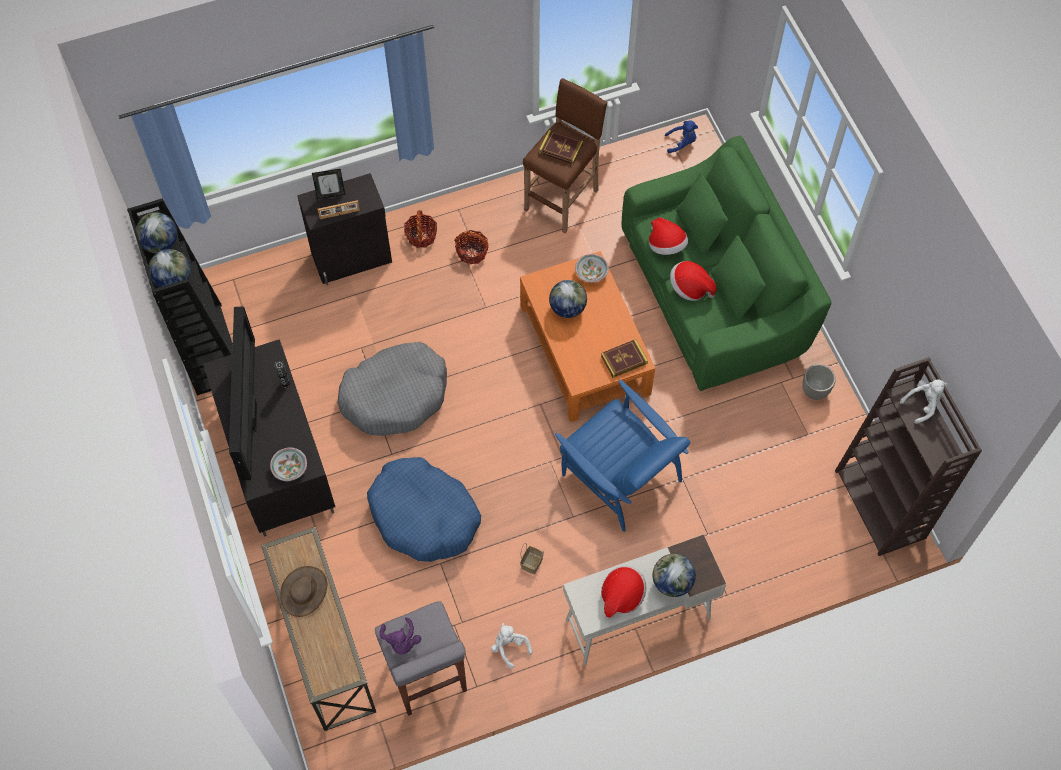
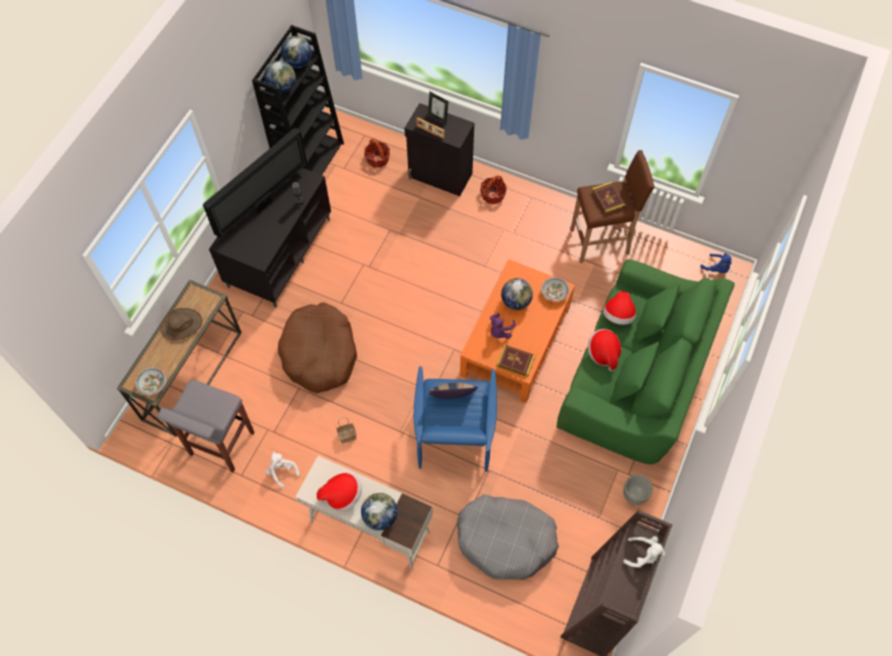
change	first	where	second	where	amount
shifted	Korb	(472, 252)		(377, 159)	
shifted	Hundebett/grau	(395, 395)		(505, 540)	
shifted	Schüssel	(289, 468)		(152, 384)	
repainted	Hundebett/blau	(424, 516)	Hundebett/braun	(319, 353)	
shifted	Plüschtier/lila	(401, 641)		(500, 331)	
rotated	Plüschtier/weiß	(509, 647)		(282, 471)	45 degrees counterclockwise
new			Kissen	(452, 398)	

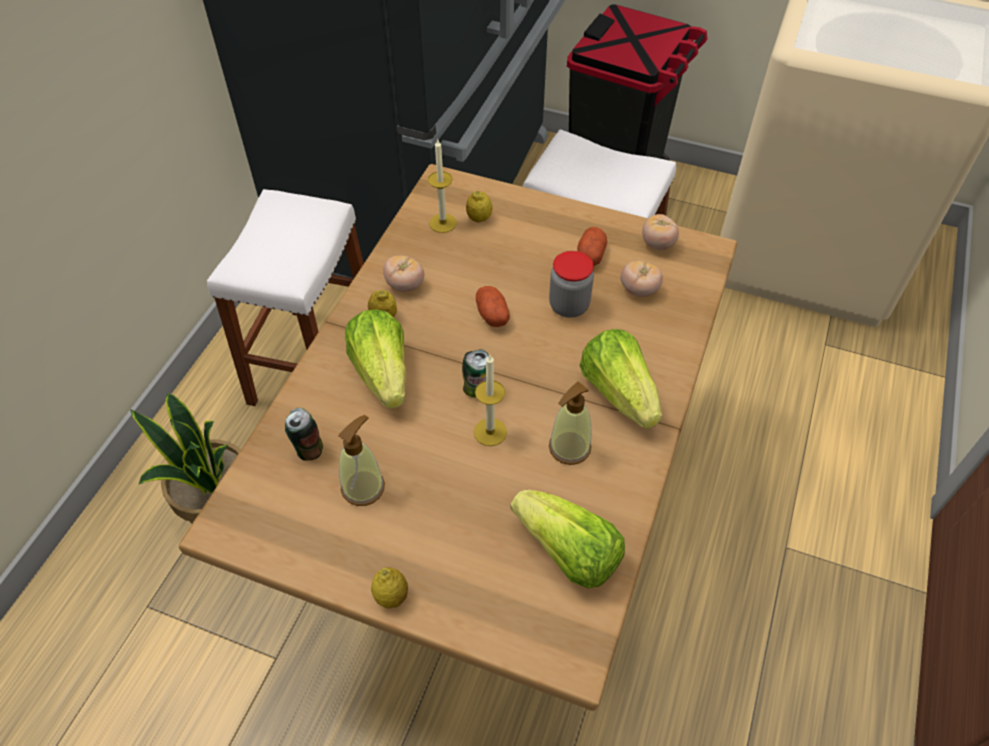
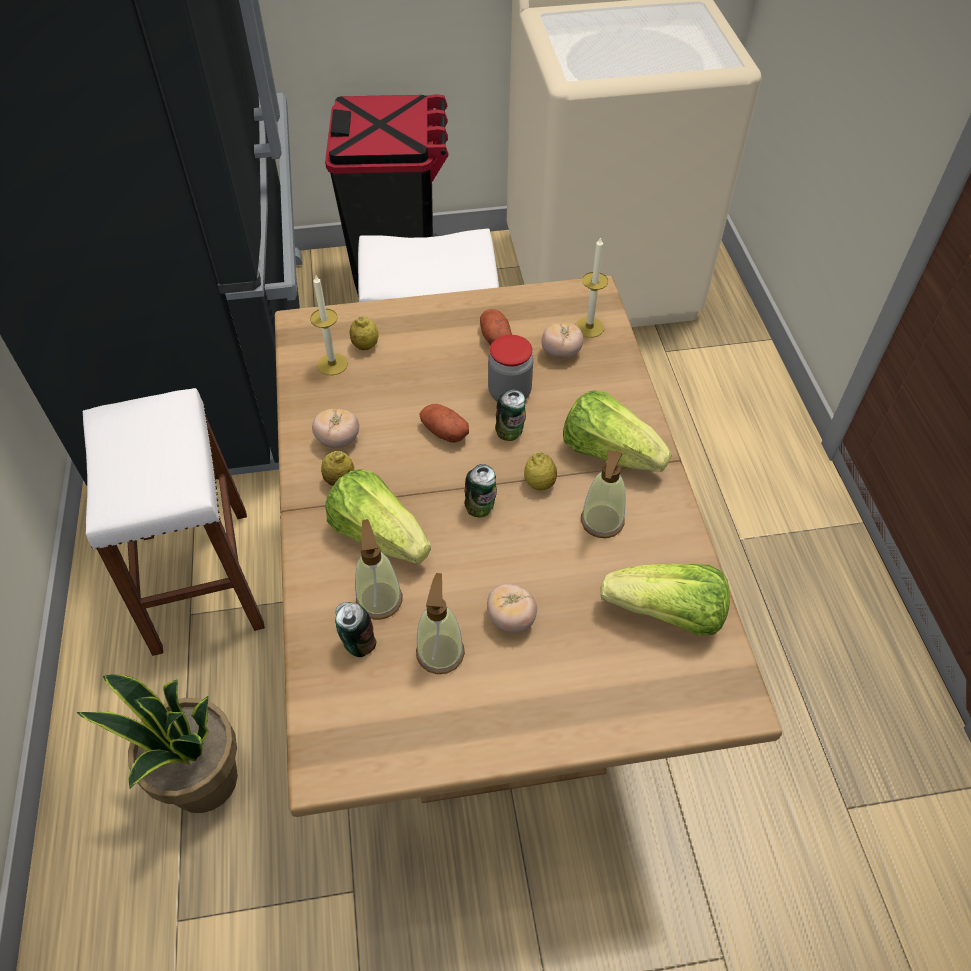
change	first	where	second	where	amount
shifted	Tomate	(658, 244)		(511, 619)	
shifted	Kerze	(490, 432)		(589, 327)	
shifted	Zitrone	(391, 596)		(539, 483)	
new			Dose	(510, 433)	
new			Seifenspender	(379, 599)	

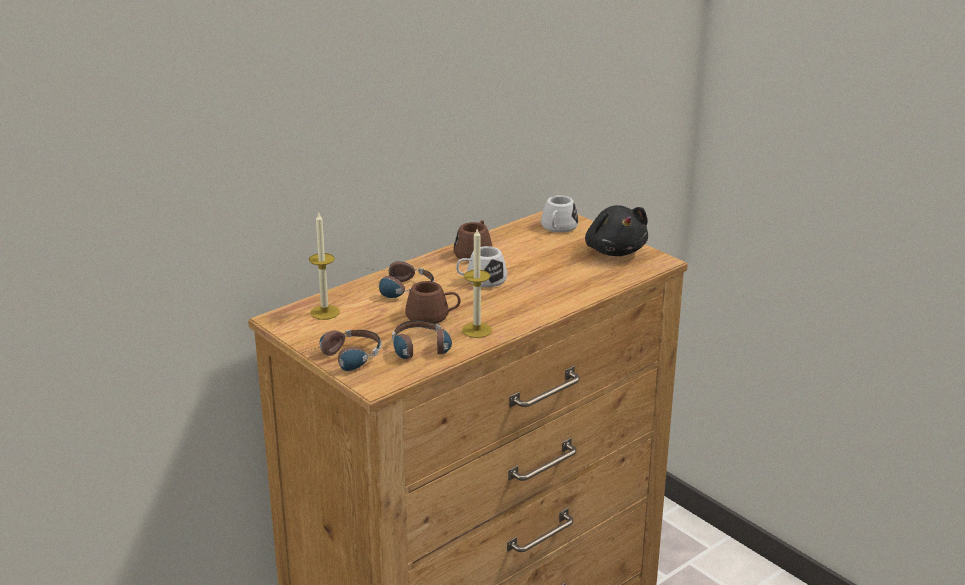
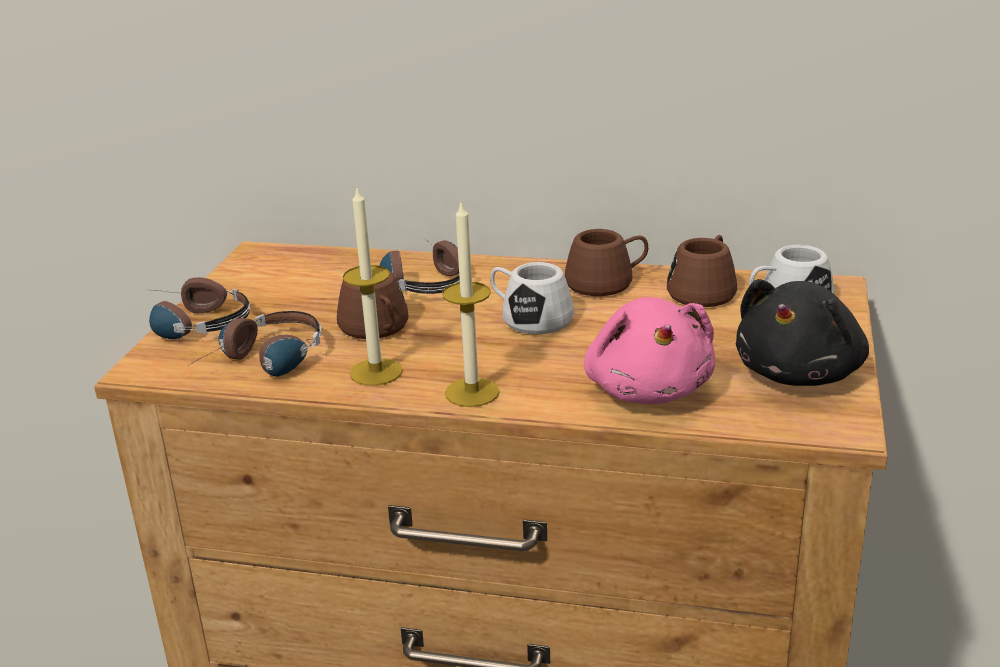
change	first	where	second	where	amount
shifted	Kerze	(325, 312)		(472, 392)	
new			Henkelbecher/braun	(704, 290)	
new			Plüschtier/rosa	(648, 388)	

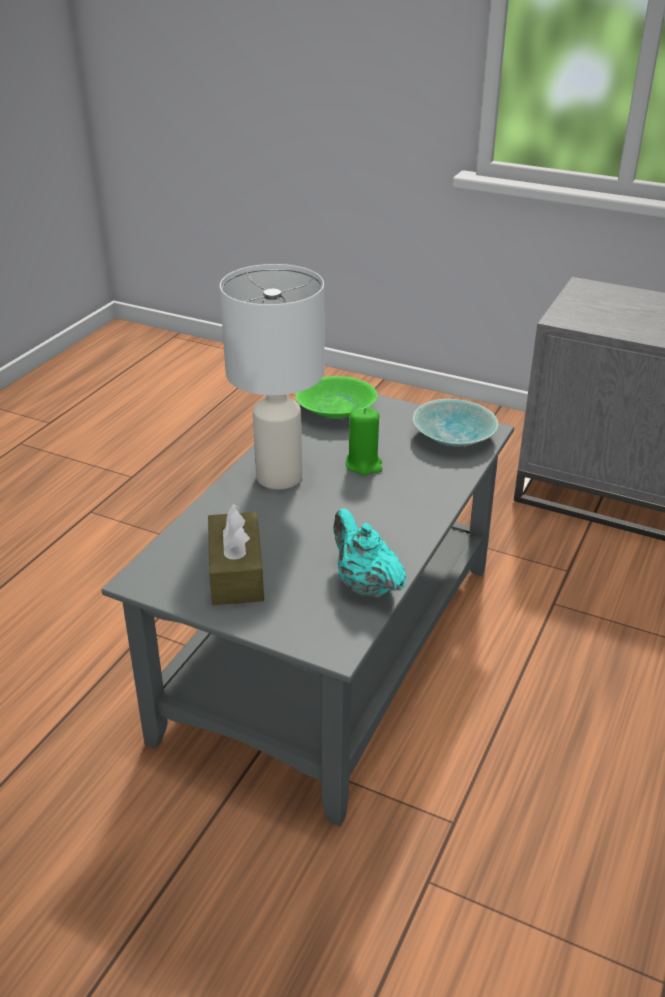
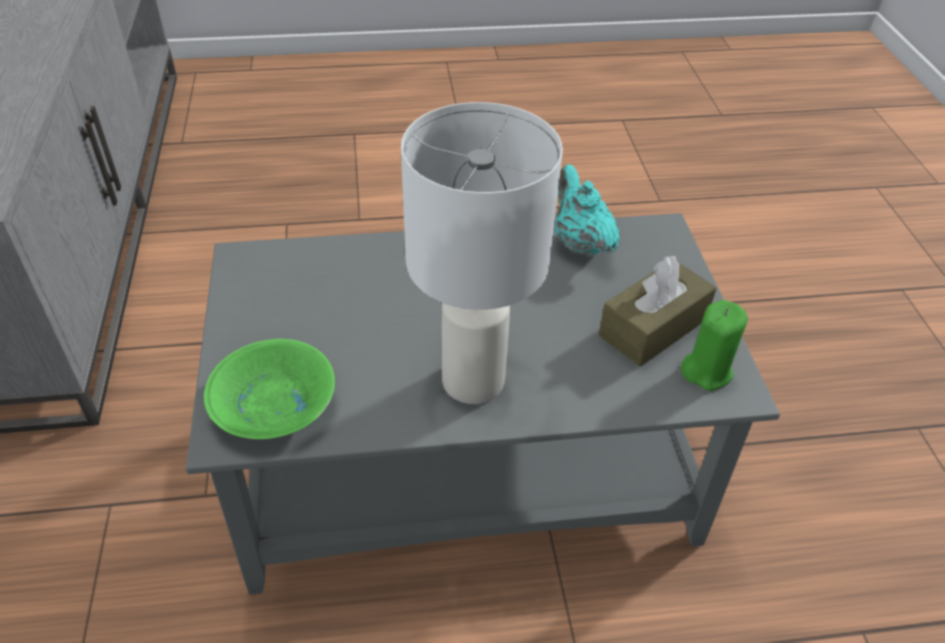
change	first	where	second	where	amount
gone	Schüssel/türkis	(455, 435)			
shifted	Kerze/grün	(364, 465)		(706, 370)	
rotated	Teekanne/türkis	(365, 585)		(580, 243)	135 degrees clockwise

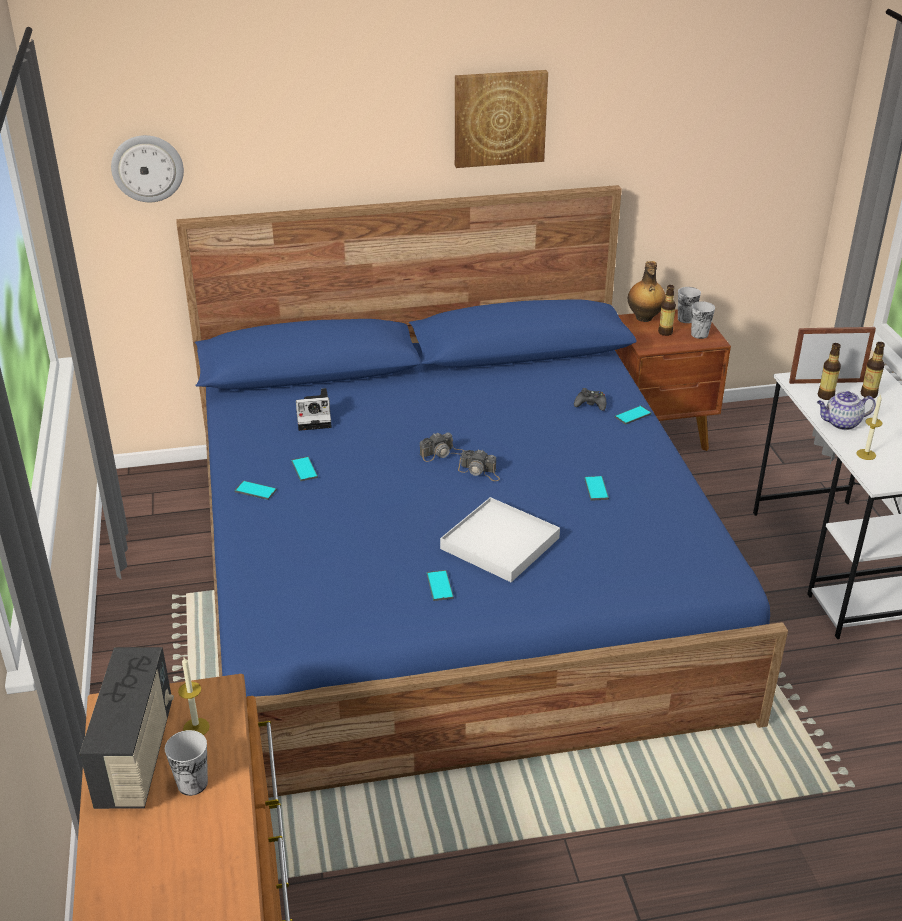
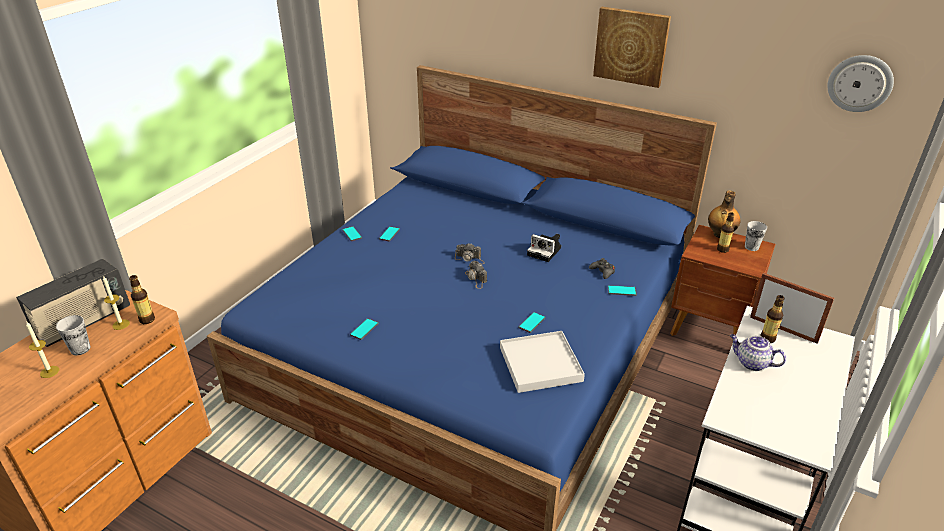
change	first	where	second	where	amount
shifted	Wanduhr	(147, 168)		(860, 83)	
gone	Tasse	(699, 334)			
shifted	Flasche	(868, 394)		(147, 320)	
shifted	Kamera	(315, 417)		(545, 252)	
shifted	Kerze	(866, 454)		(49, 372)	
shifted	Tablett/weiß	(499, 543)		(540, 364)	

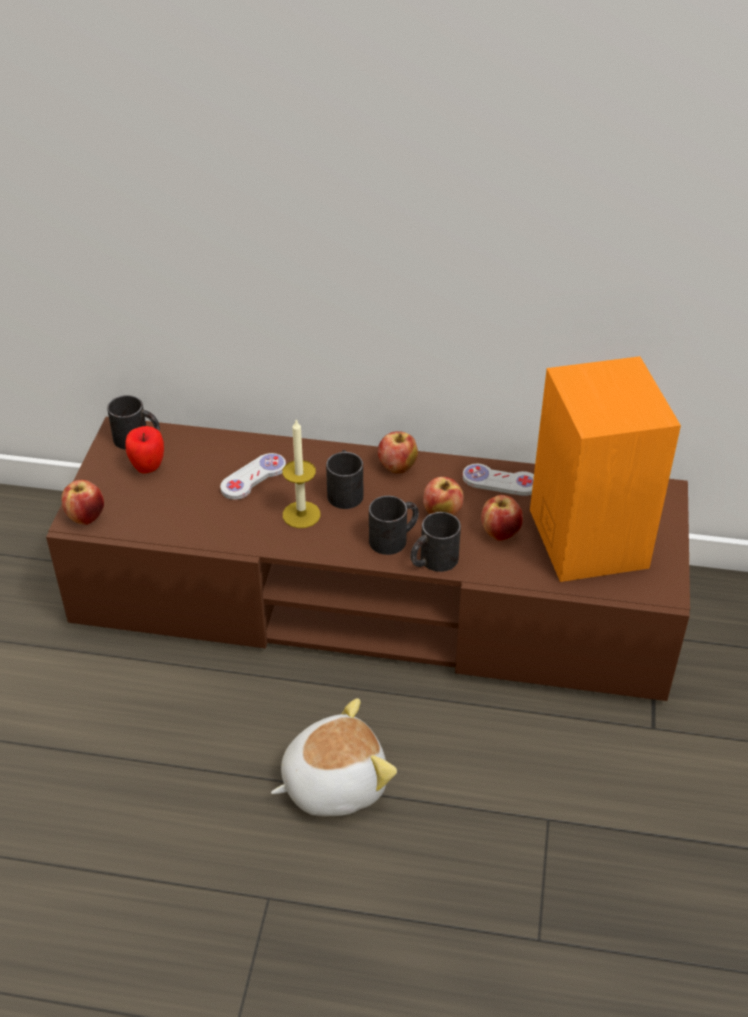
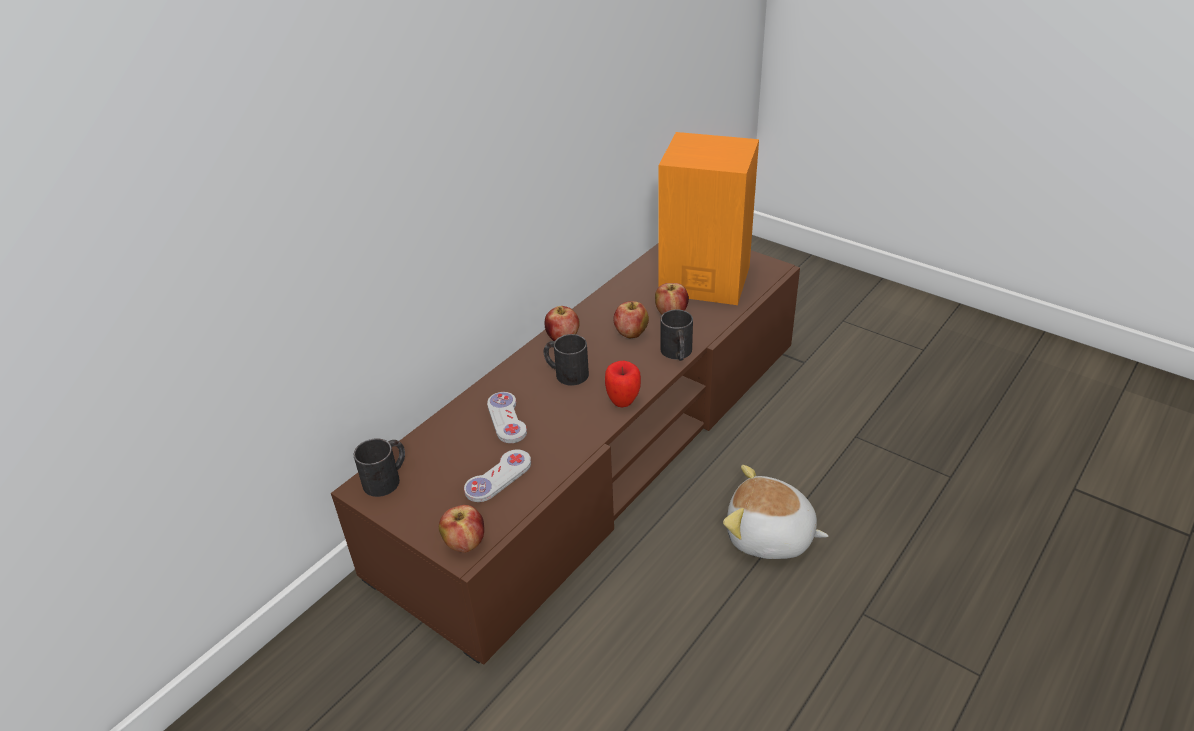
change	first	where	second	where	amount
gone	Kerze	(301, 514)			
shifted	Apfel	(148, 468)		(623, 401)	
shifted	Gamepad/weiß	(500, 481)		(498, 477)	
gone	Henkelbecher/schwarz	(394, 538)			
rotated	Plüschtier	(333, 782)		(769, 537)	75 degrees counterclockwise

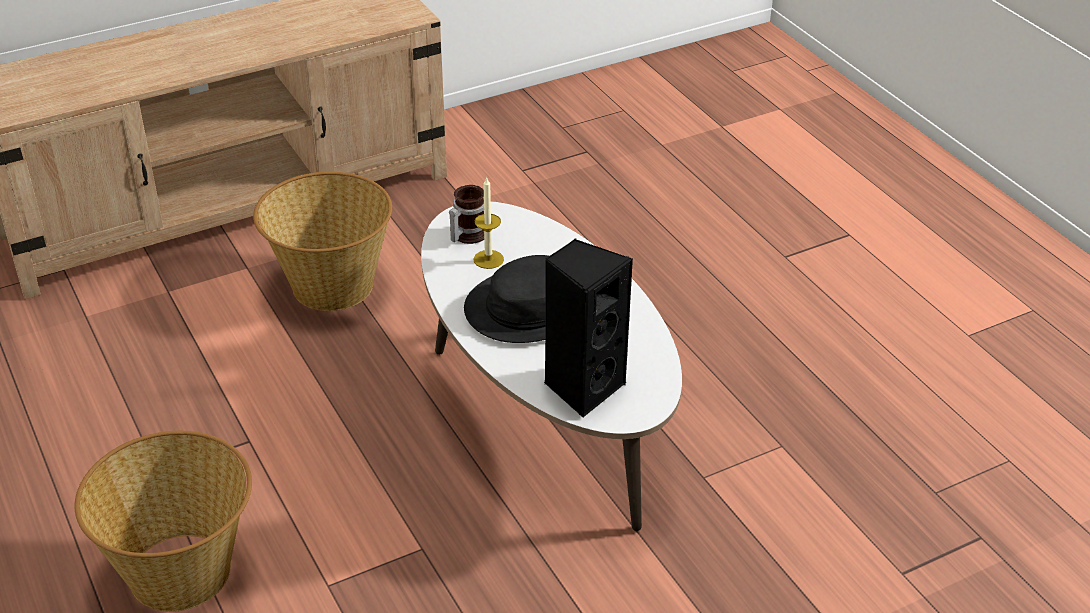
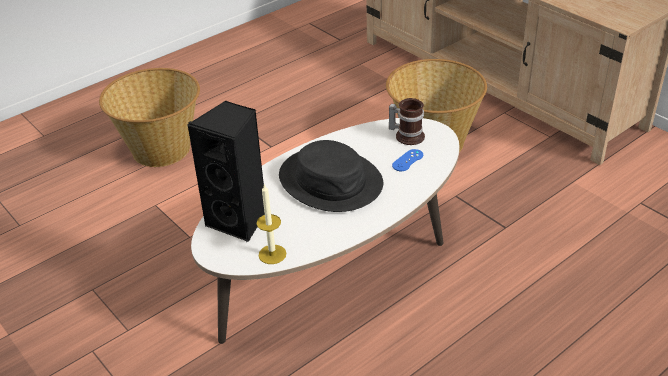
change	first	where	second	where	amount
shifted	Kerze	(488, 259)		(272, 254)	
new			Gamepad/blau	(407, 160)	

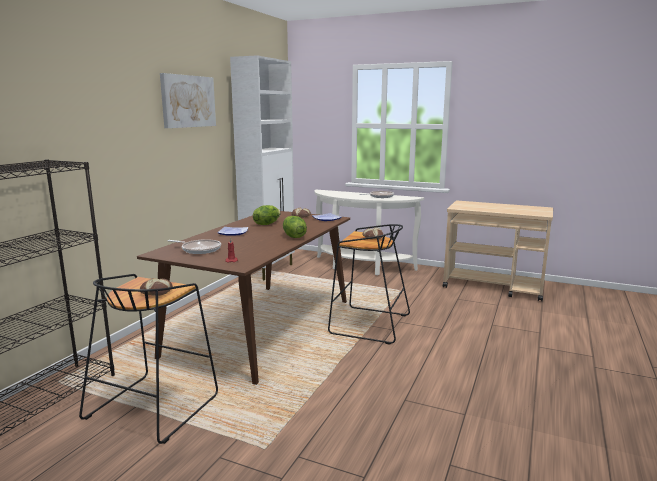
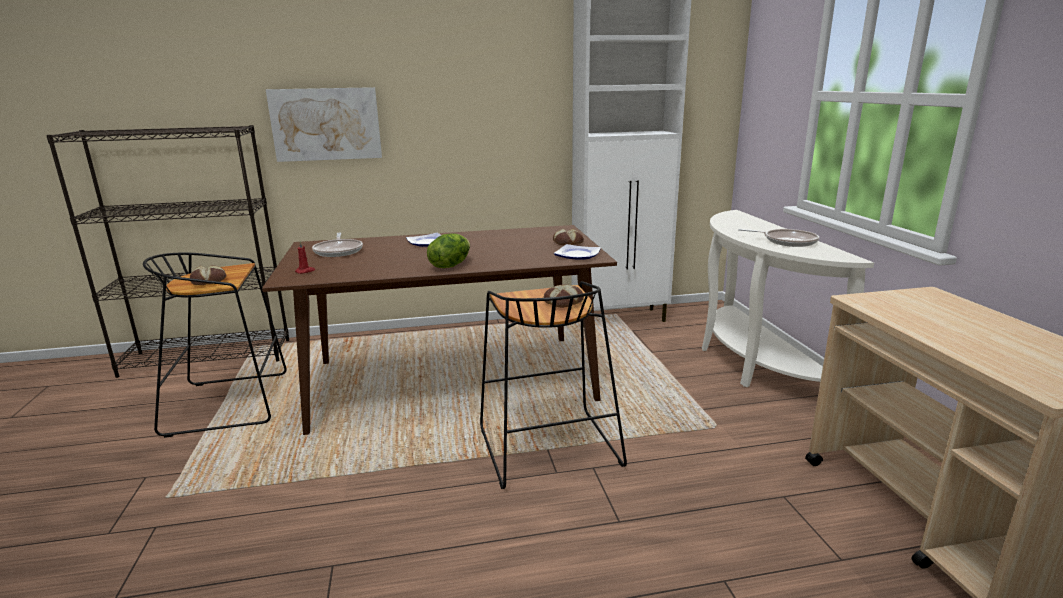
change	first	where	second	where	amount
shifted	Bild	(188, 101)		(326, 124)	
gone	Salatkopf	(266, 224)			

